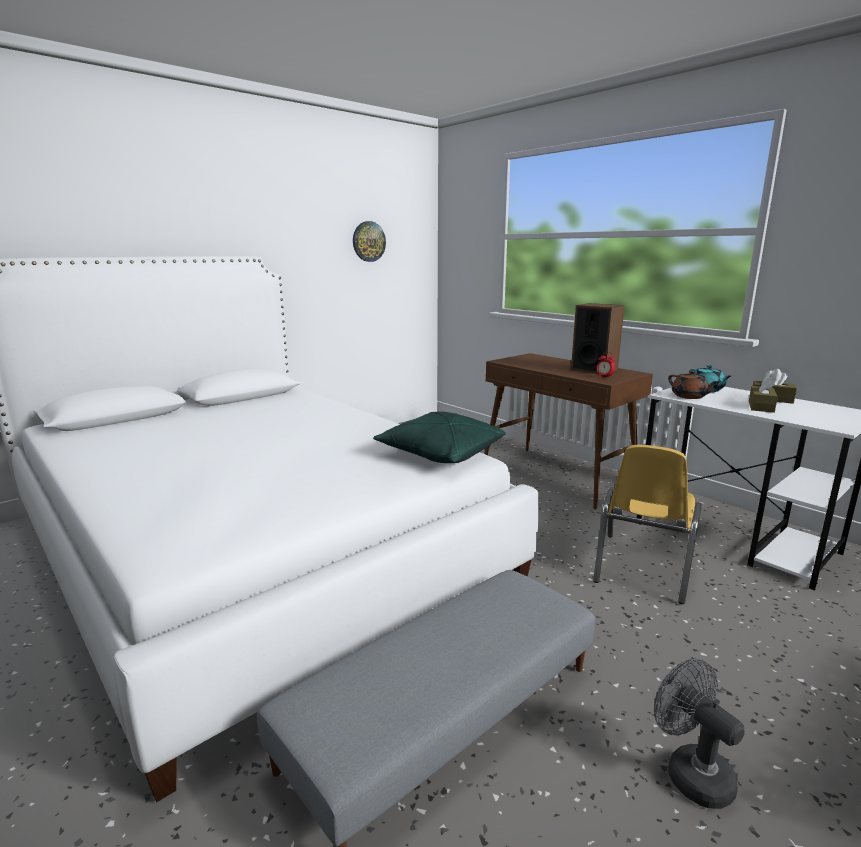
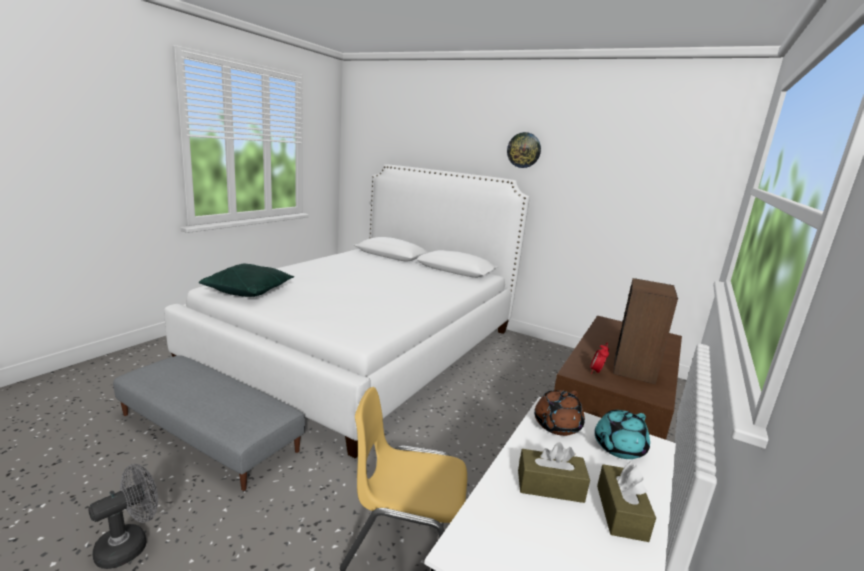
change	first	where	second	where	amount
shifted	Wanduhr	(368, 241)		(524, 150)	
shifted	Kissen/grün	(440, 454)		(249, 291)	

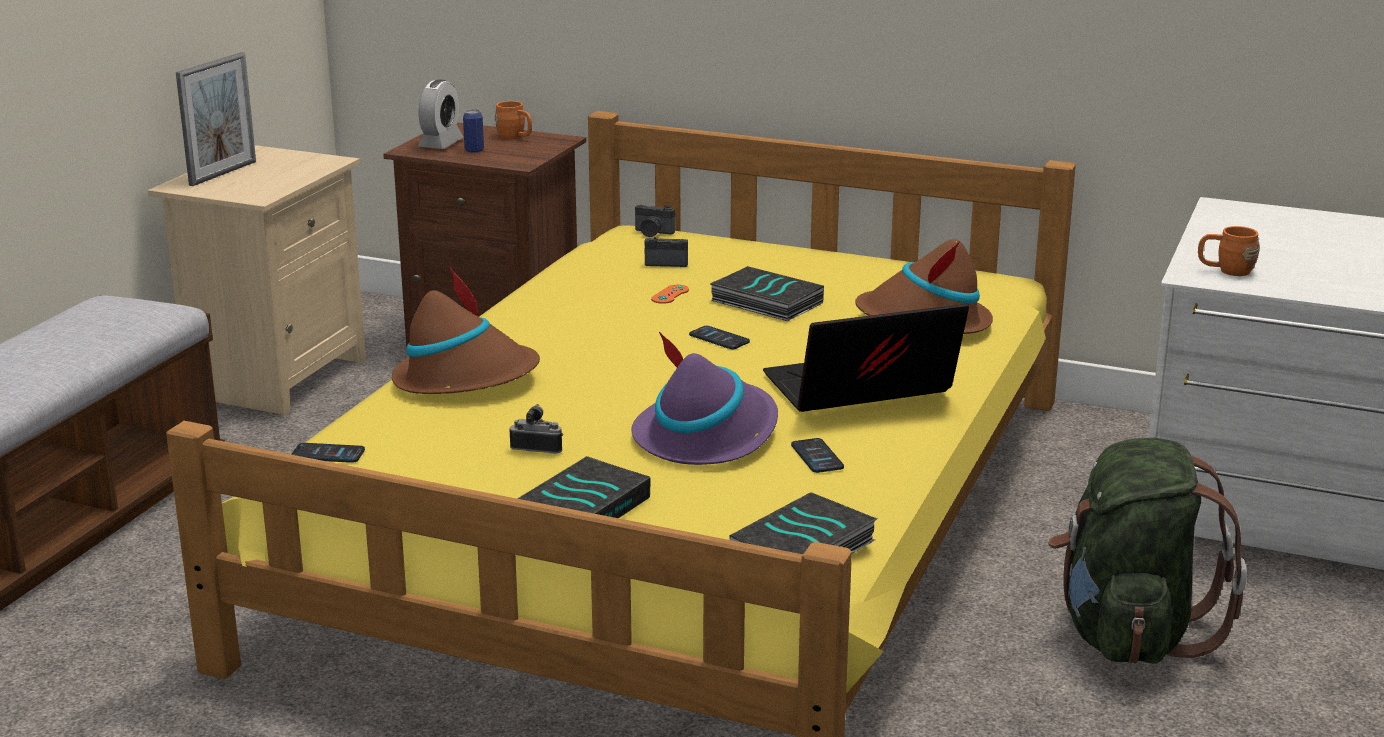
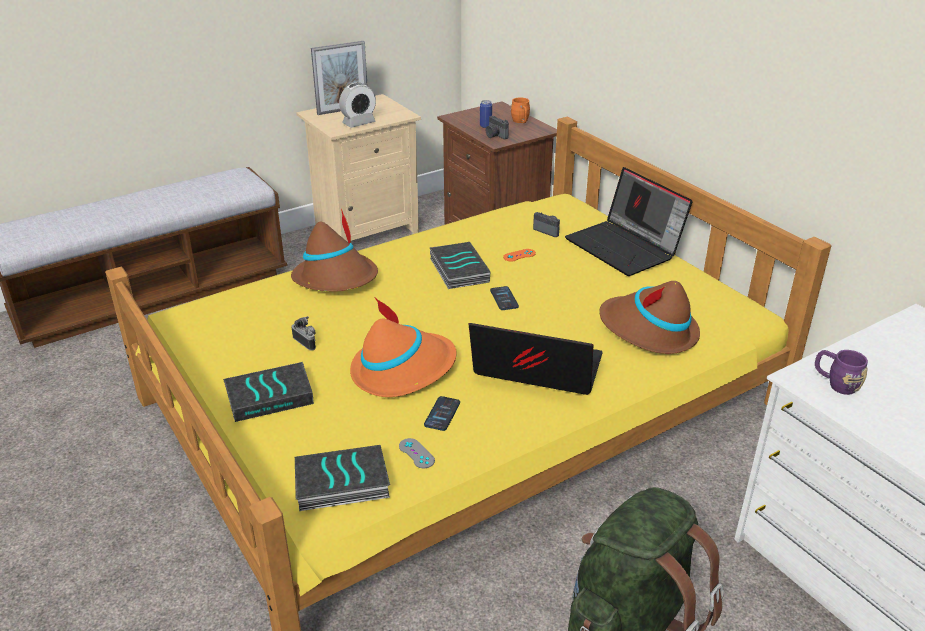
change	first	where	second	where	amount
shifted	Wecker	(441, 143)		(359, 123)	
shifted	Kamera	(653, 233)		(495, 136)	
repainted	Henkelbecher/orange	(1226, 270)	Henkelbecher/lila	(835, 383)	
shifted	Buch	(765, 302)		(457, 270)	
repainted	Hut/lila	(707, 435)	Hut/orange	(403, 370)	
gone	Handy	(328, 454)			
new			Laptop	(625, 248)	
new			Gamepad/grau	(416, 453)	

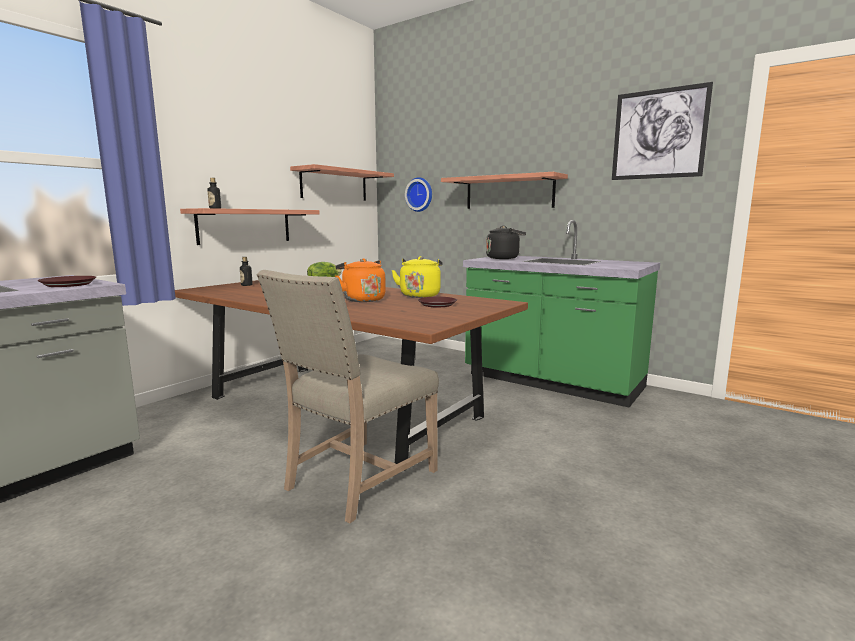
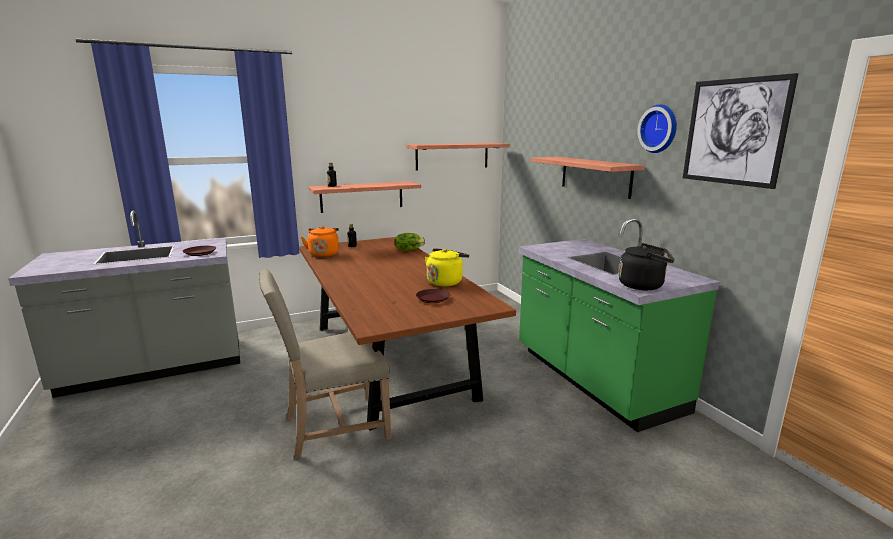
change	first	where	second	where	amount
shifted	Wanduhr	(420, 194)		(660, 129)	
shifted	Wasserkessel/schwarz	(504, 258)		(643, 286)	
shifted	Wasserkessel/orange	(362, 299)		(324, 254)	

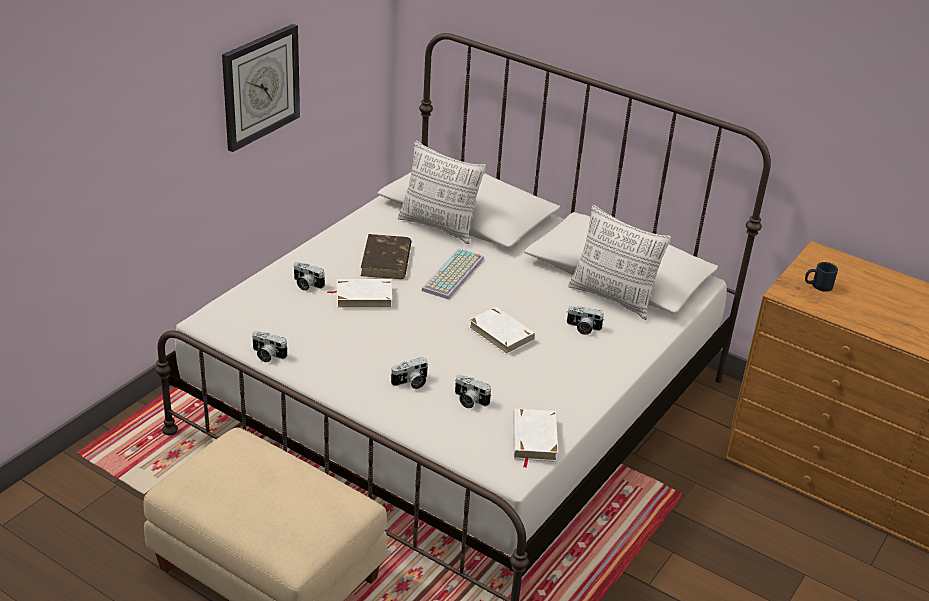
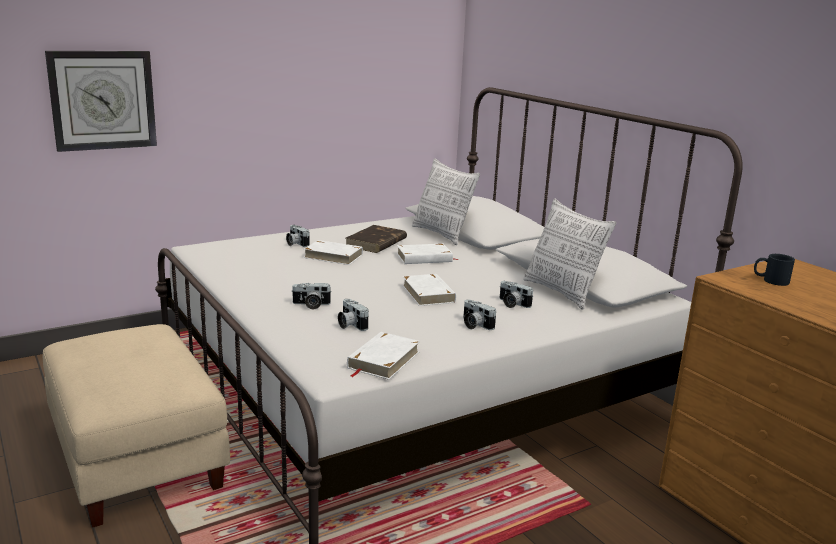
change	first	where	second	where	amount
shifted	Wanduhr	(260, 86)		(103, 100)	
swapped	Tastatur	(454, 275)	Buch/weiß	(424, 258)	
shifted	Kamera	(267, 355)		(475, 325)	

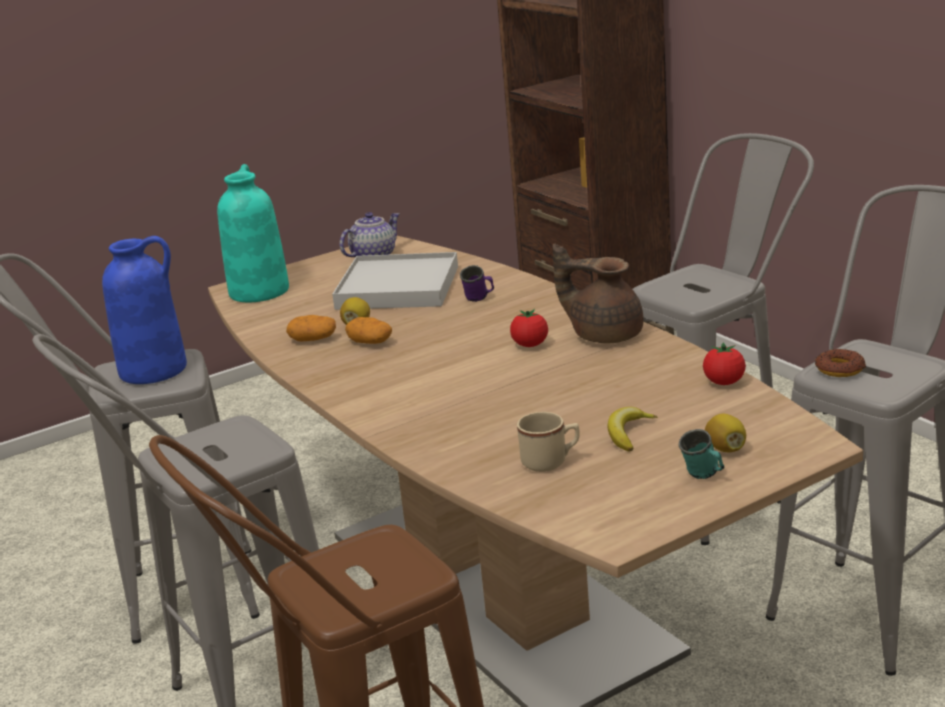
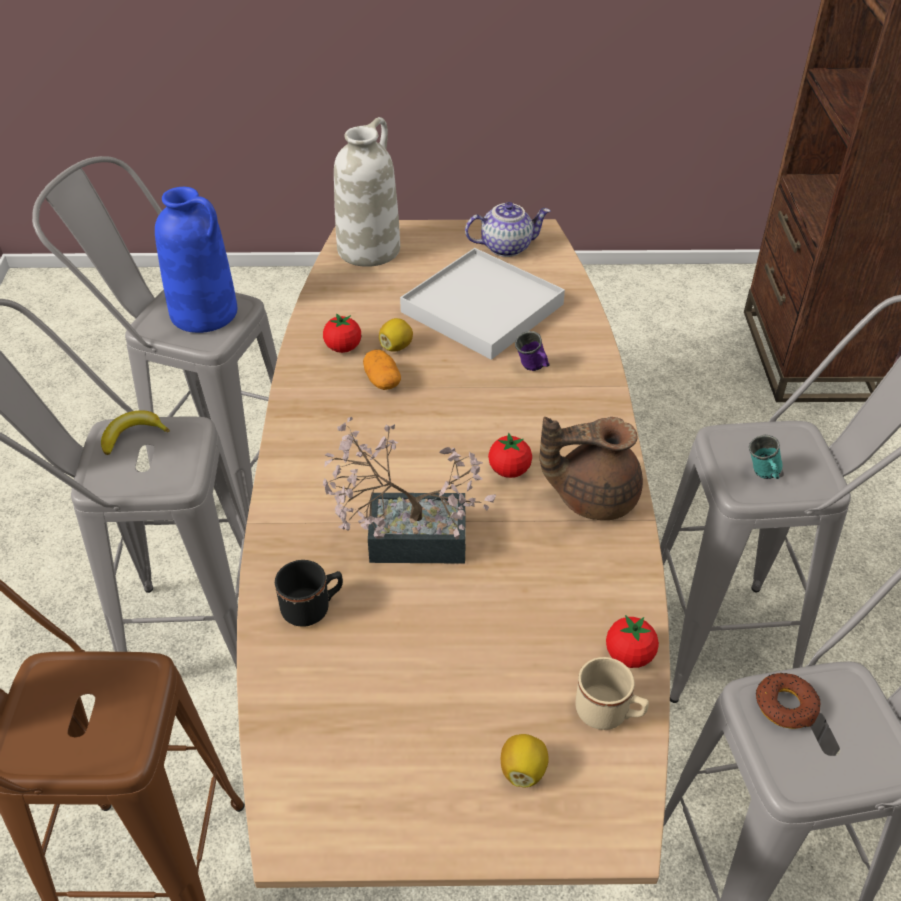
change	first	where	second	where	amount
repainted	Vase/türkis	(258, 291)	Vase/weiß	(369, 249)	
rotated	Teekanne/braun	(604, 334)		(592, 496)	60 degrees counterclockwise
swapped	Kartoffel	(313, 339)	Tomate	(343, 348)	
shifted	Banane	(628, 434)		(133, 436)	
shifted	Henkelbecher/beige	(550, 462)		(609, 713)	
shifted	Henkelbecher/türkis	(704, 477)		(763, 475)	
new			Topfpflanze	(404, 538)	
new			Henkelbecher/schwarz	(313, 608)	

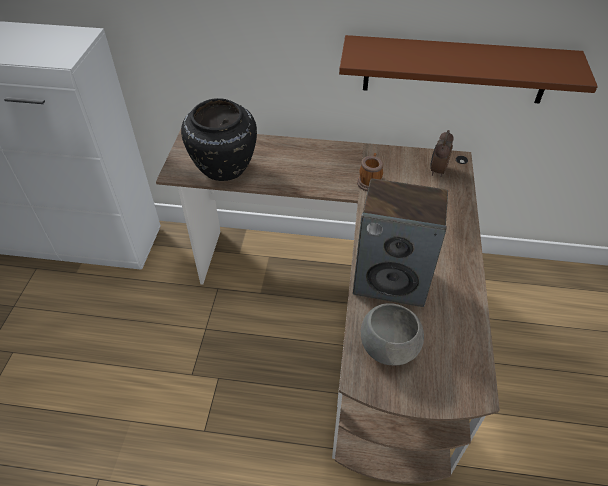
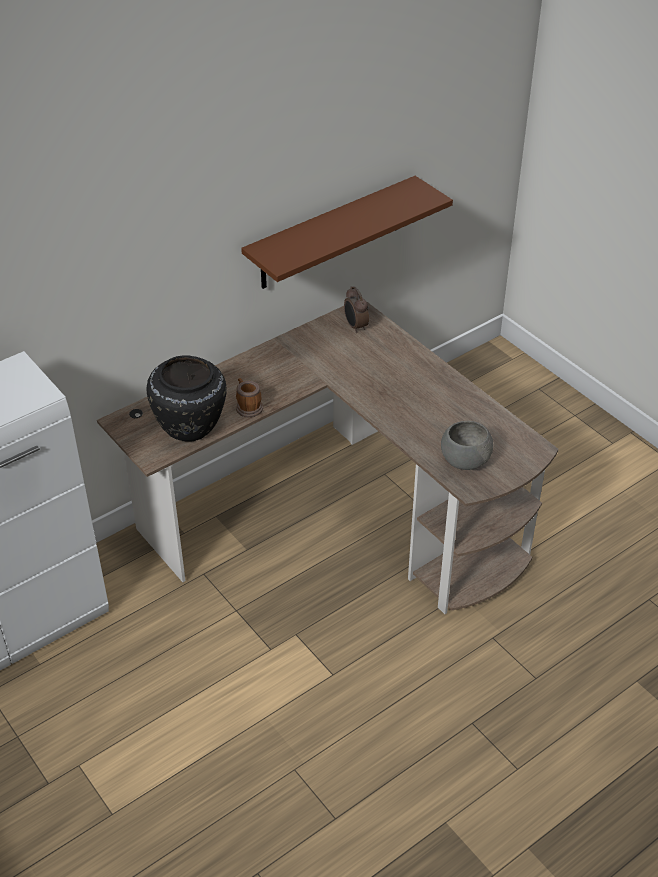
change	first	where	second	where	amount
shifted	Henkelbecher	(370, 181)		(247, 406)	
gone	Lautsprecher	(391, 281)			

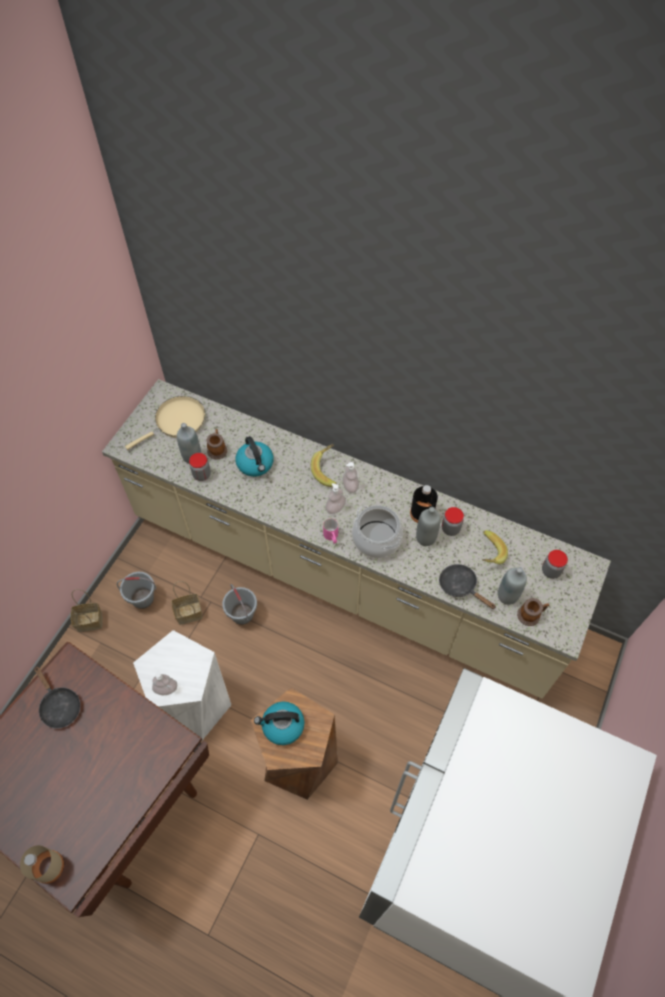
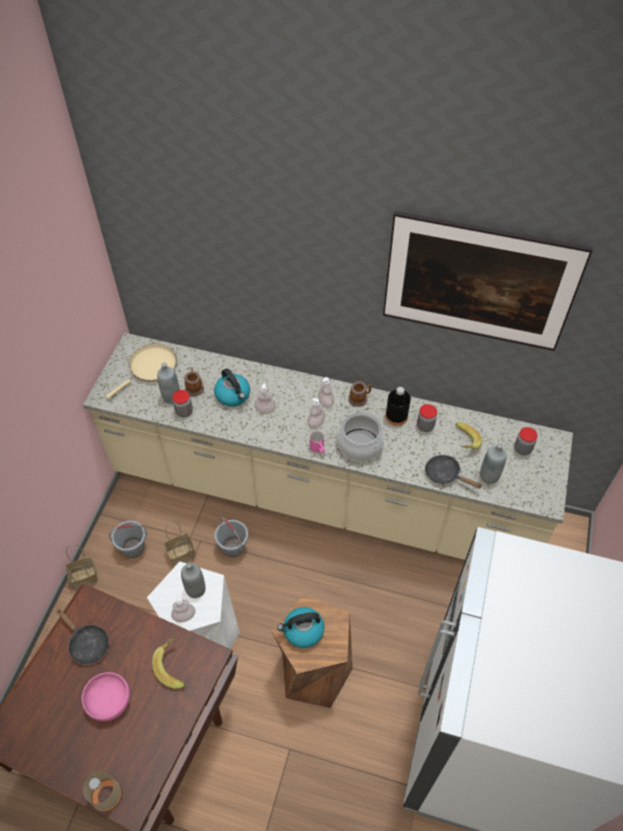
change	first	where	second	where	amount
shifted	Banane	(328, 470)		(174, 666)	
shifted	Flasche/grau	(425, 538)		(195, 589)	
shifted	Henkelbecher	(531, 615)		(360, 398)	
new			Bild	(473, 306)	
new			Seifenspender	(265, 410)	
new			Schüssel/rosa	(109, 702)	

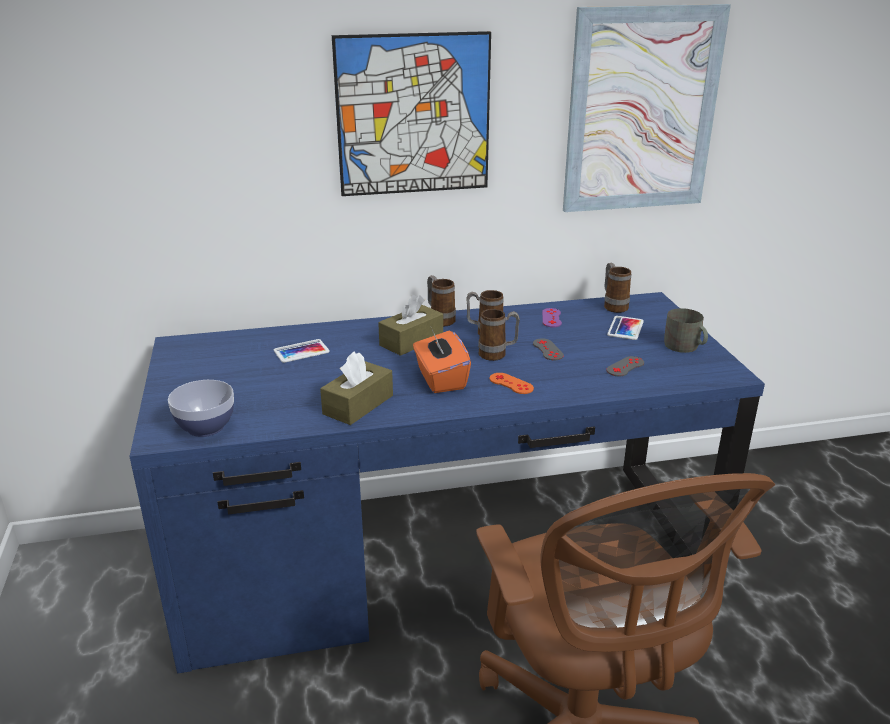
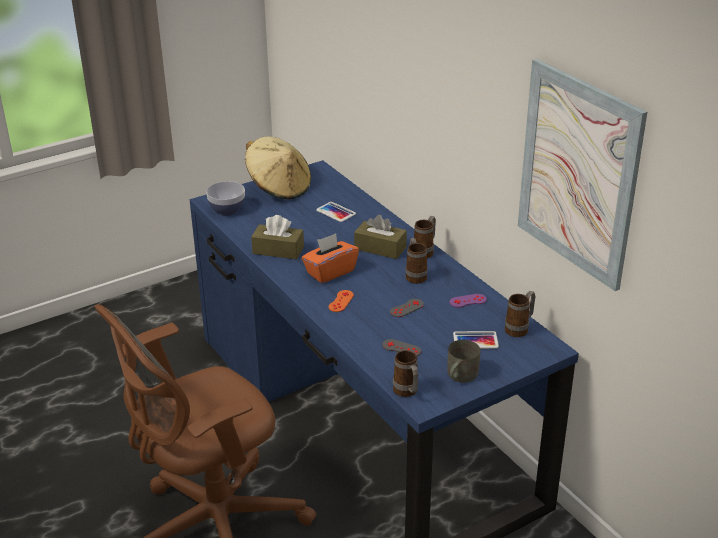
change	first	where	second	where	amount
gone	Bild	(413, 115)			
shifted	Henkelbecher	(498, 354)		(407, 393)	
new			Hut/beige	(279, 188)	

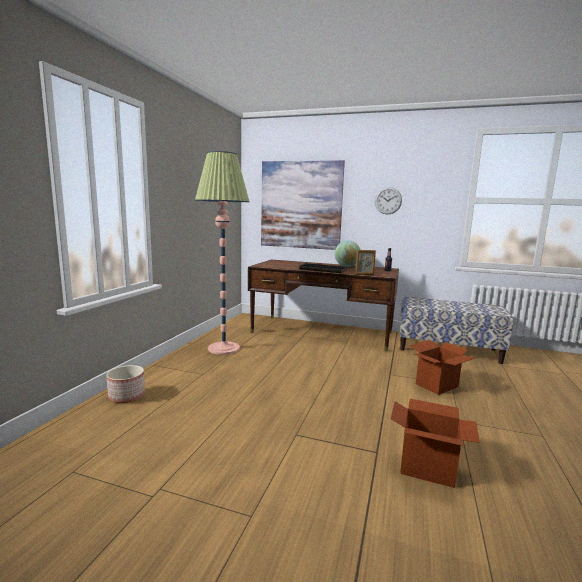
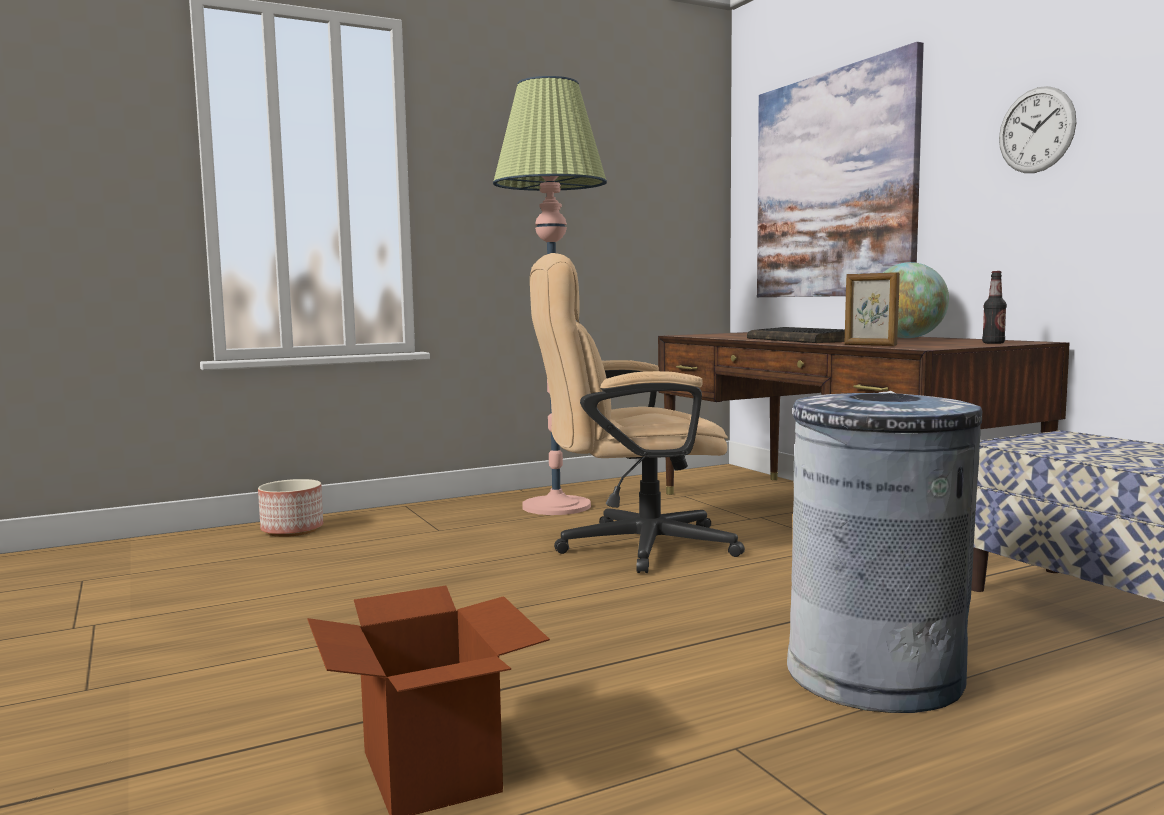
change	first	where	second	where	amount
swapped	Karton	(437, 385)	Mülleimer/grau	(875, 674)	
new			Bürostuhl/beige	(629, 547)	

